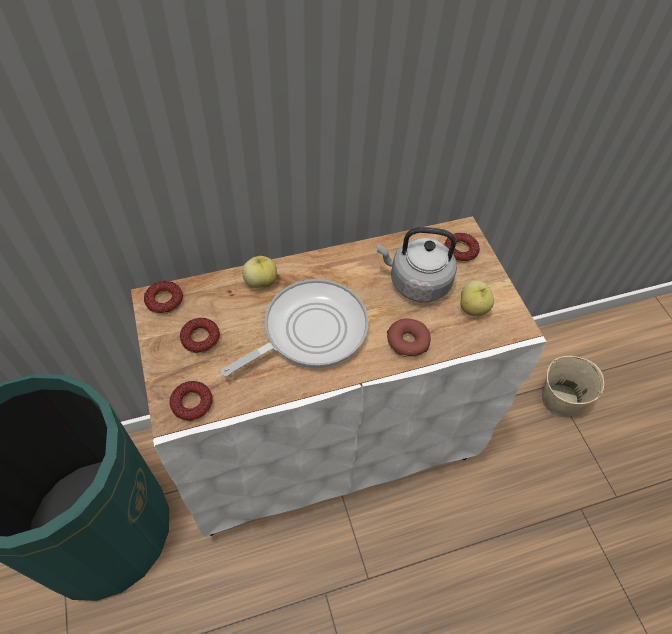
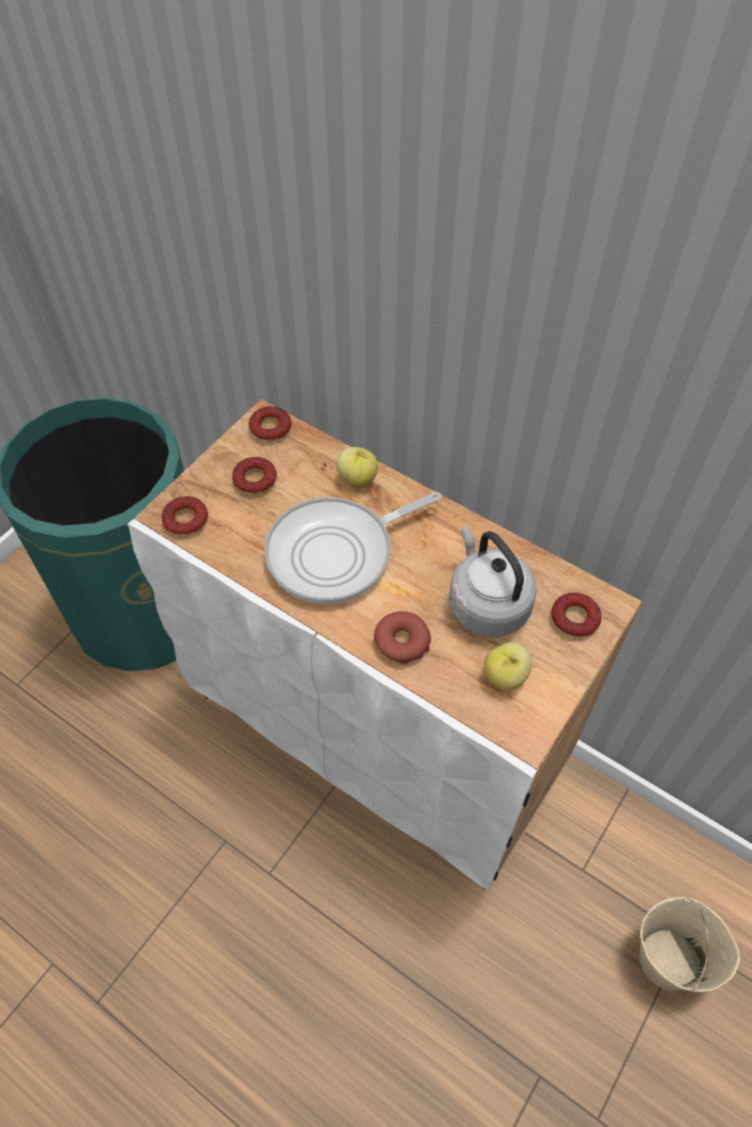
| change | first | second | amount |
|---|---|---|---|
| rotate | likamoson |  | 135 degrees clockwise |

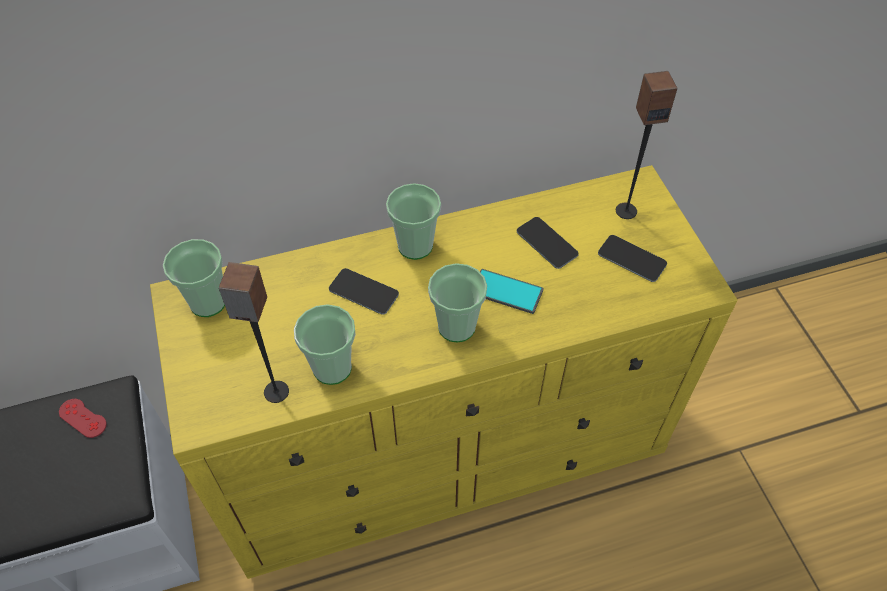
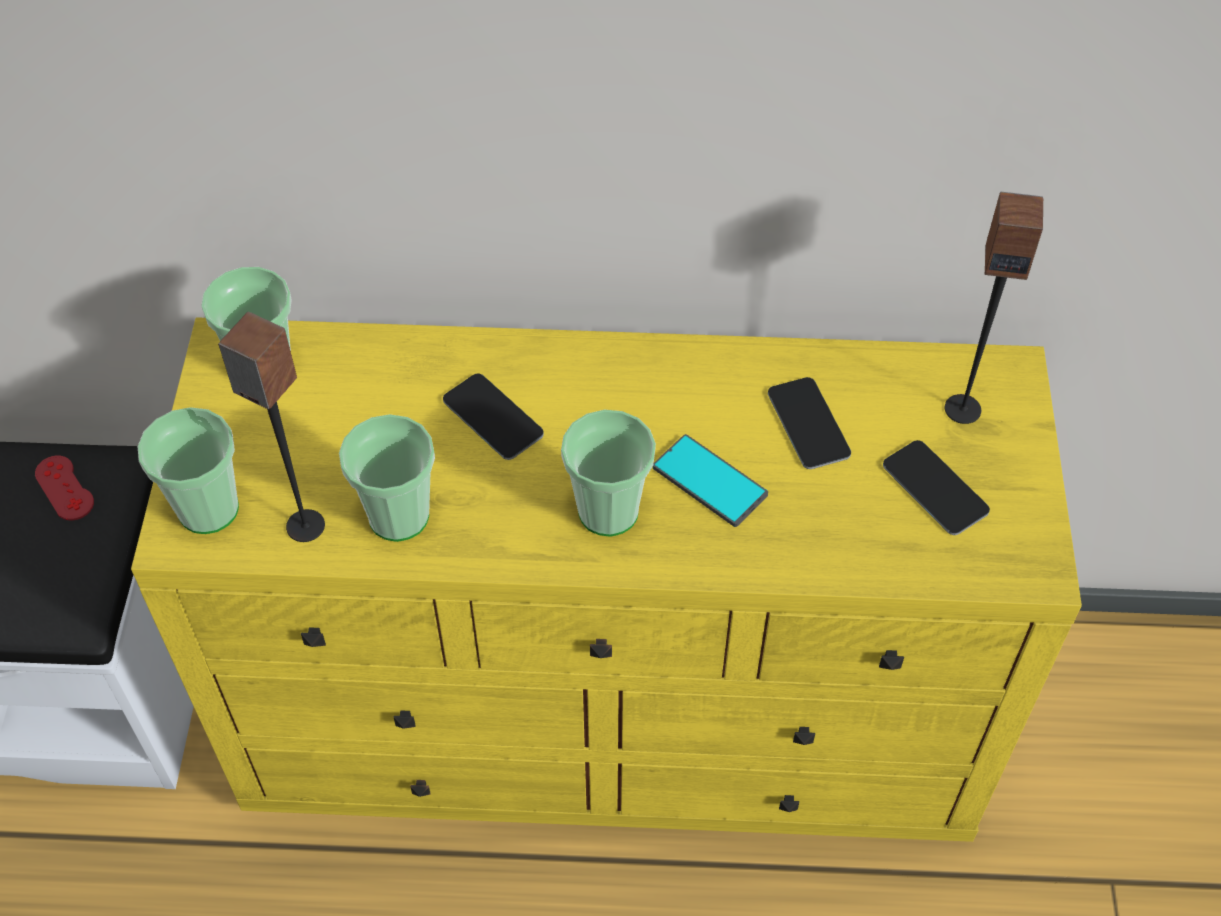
| change | first | second | amount |
|---|---|---|---|
| move | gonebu (3rd from left in the first image) | gonebu (1st from left) |  |

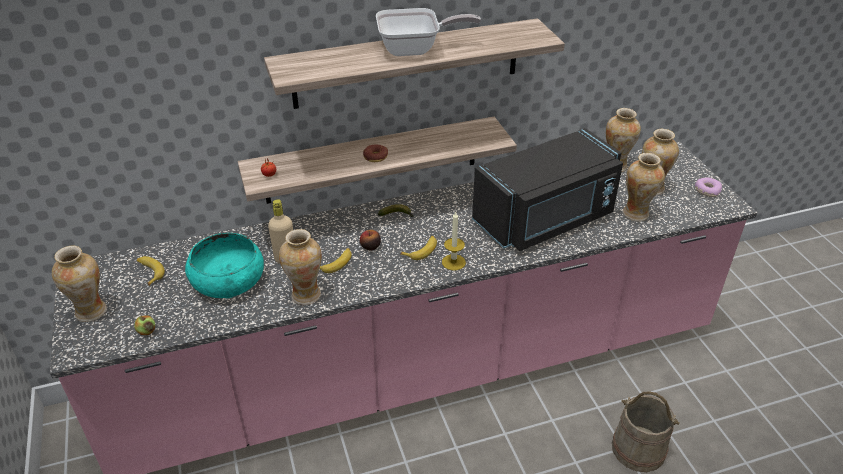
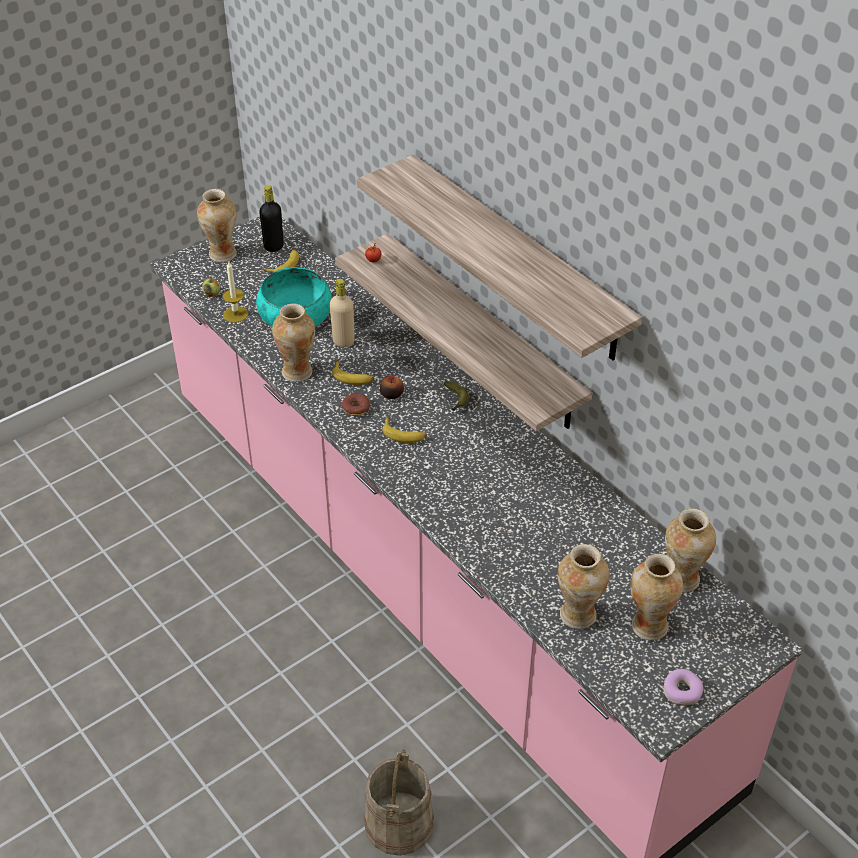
| change | first | second | amount |
|---|---|---|---|
| move | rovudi |  |  |
| insert |  | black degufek |  |
| move | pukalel (1st from left) |  |  |
| delete | likamoson |  |  |
| delete | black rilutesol |  |  |

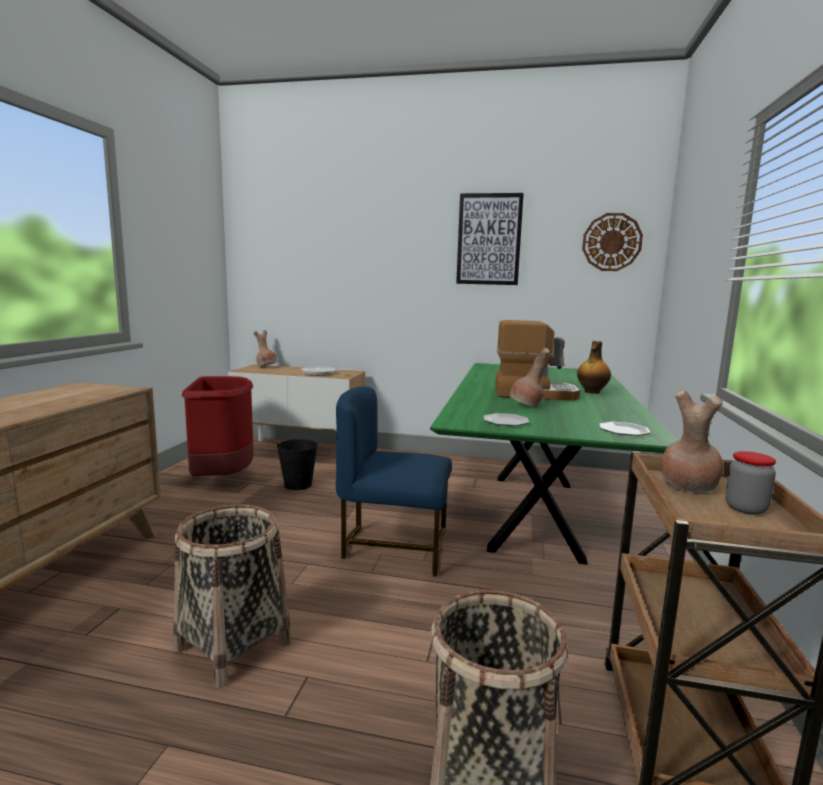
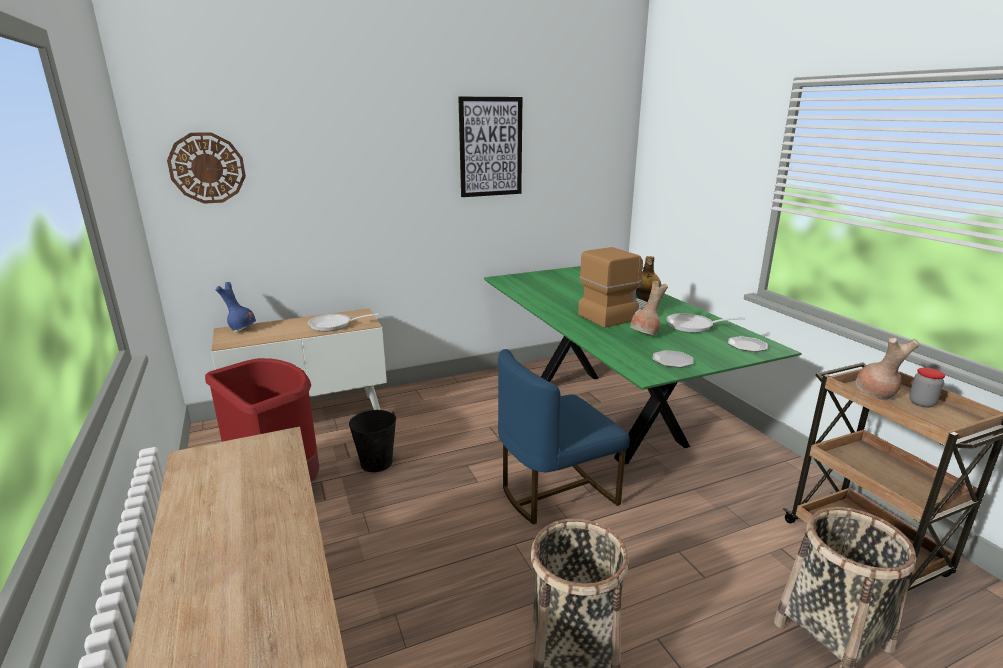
| change | first | second | amount |
|---|---|---|---|
| move | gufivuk |  |  |
| recolor | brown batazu (1st from left) | blue batazu |  |
| insert |  | likamoson (2nd from left) |  |

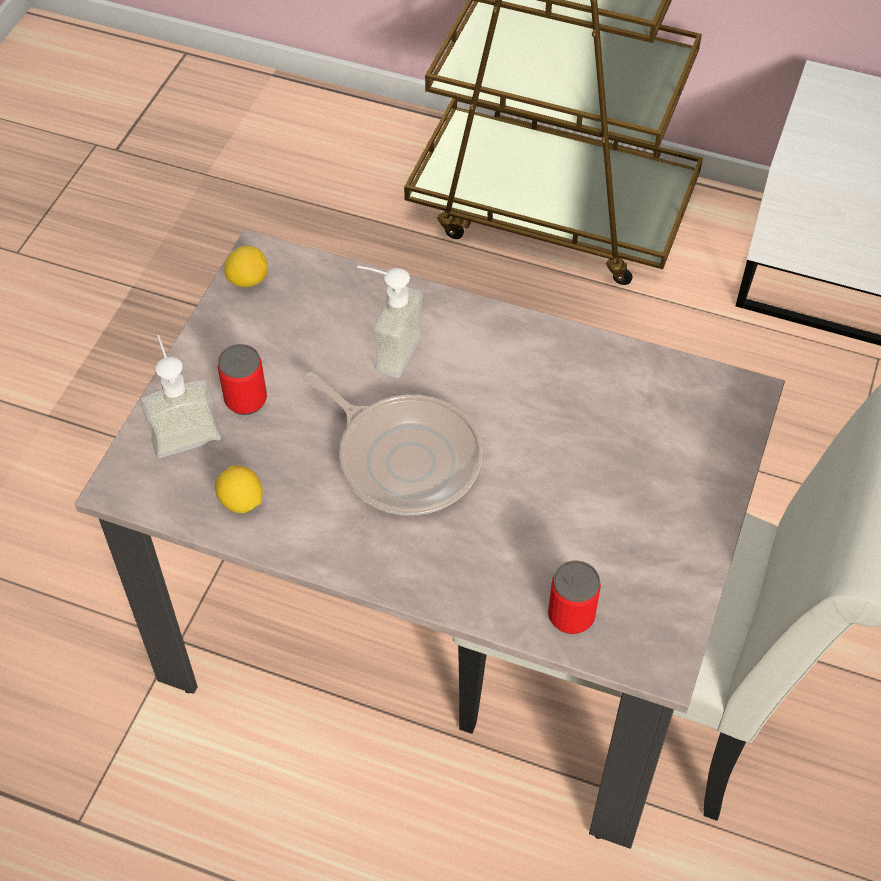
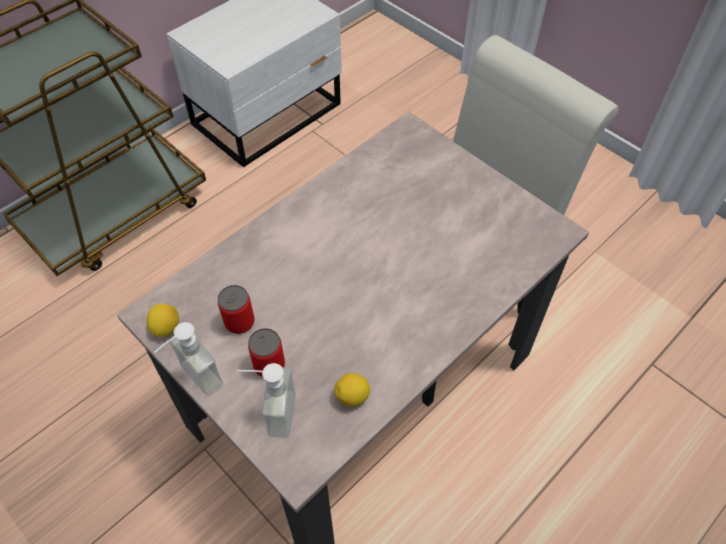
| change | first | second | amount |
|---|---|---|---|
| move | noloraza (2nd from left in the first image) | noloraza (1st from left) |  |
| move | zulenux (2nd from left in the first image) | zulenux (1st from left) |  |
| delete | likamoson |  |  |

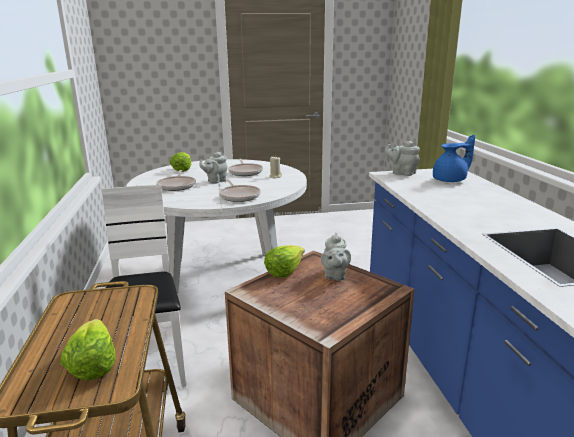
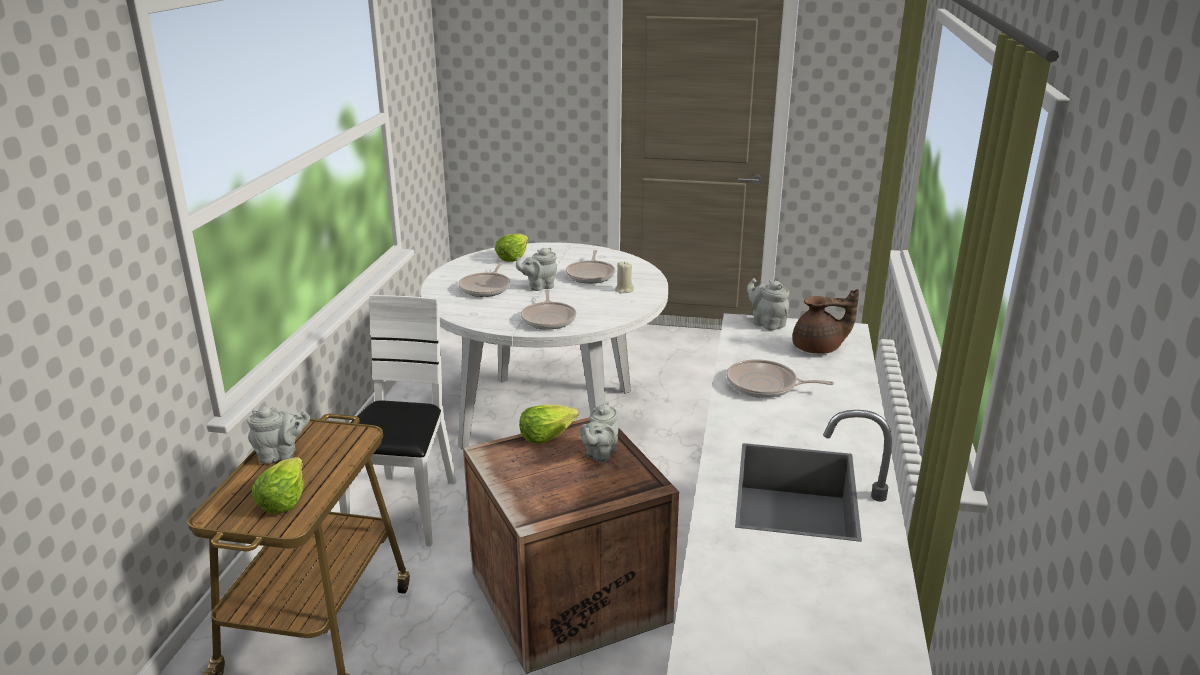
| change | first | second | amount |
|---|---|---|---|
| insert |  | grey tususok (1st from left) |  |
| insert |  | likamoson (4th from left) |  |
| recolor | blue tususok | brown tususok |  |

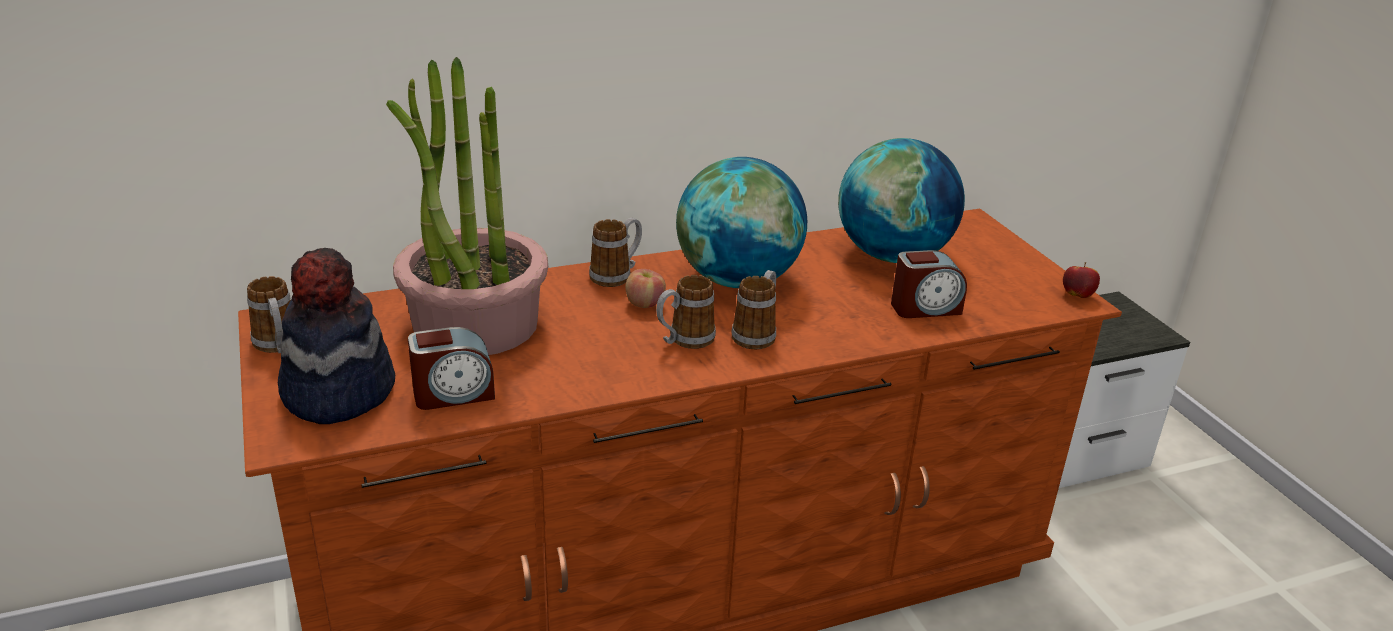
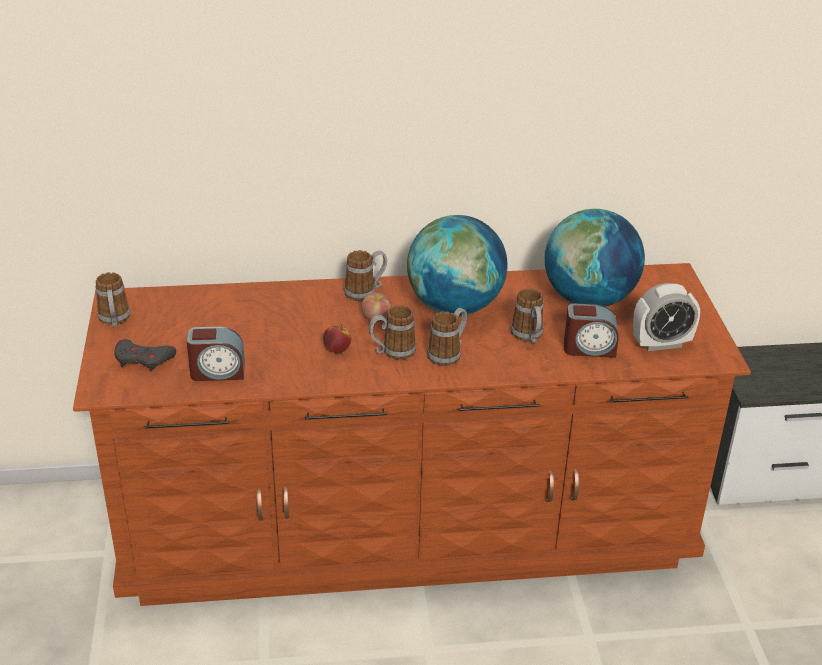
| change | first | second | amount |
|---|---|---|---|
| replace | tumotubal | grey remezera |  |
| move | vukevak (2nd from left in the first image) | vukevak (1st from left) |  |
| insert |  | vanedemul (5th from left) |  |
| insert |  | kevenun (3rd from left) |  |
| delete | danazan |  |  |

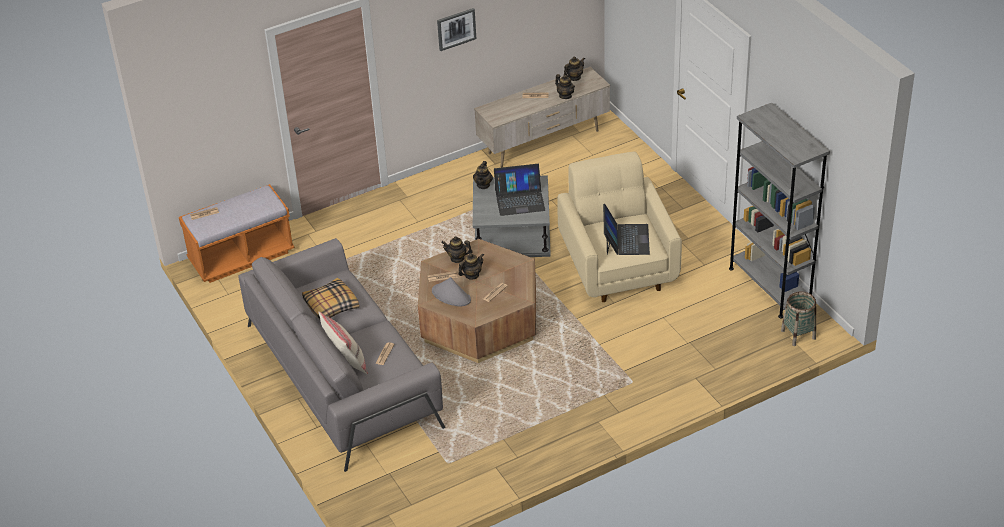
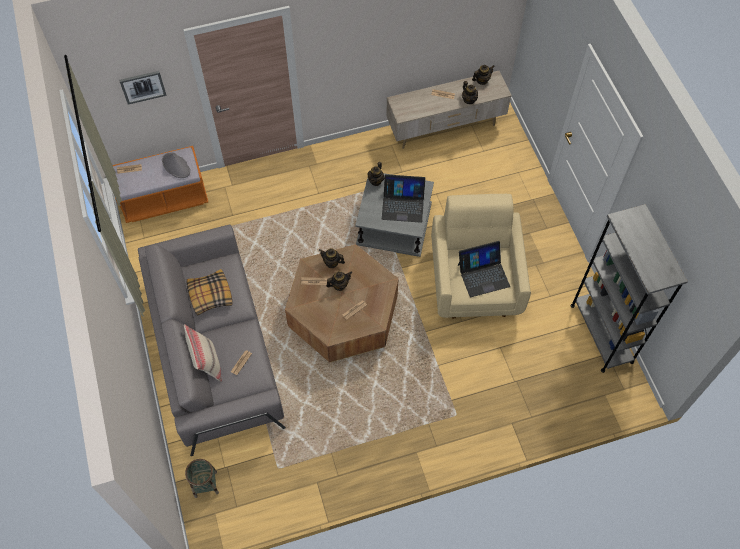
| change | first | second | amount |
|---|---|---|---|
| move | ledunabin |  |  |
| move | grey tumotubal |  |  |
| move | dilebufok |  |  |
| rotate | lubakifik (2nd from left) |  | 60 degrees clockwise |

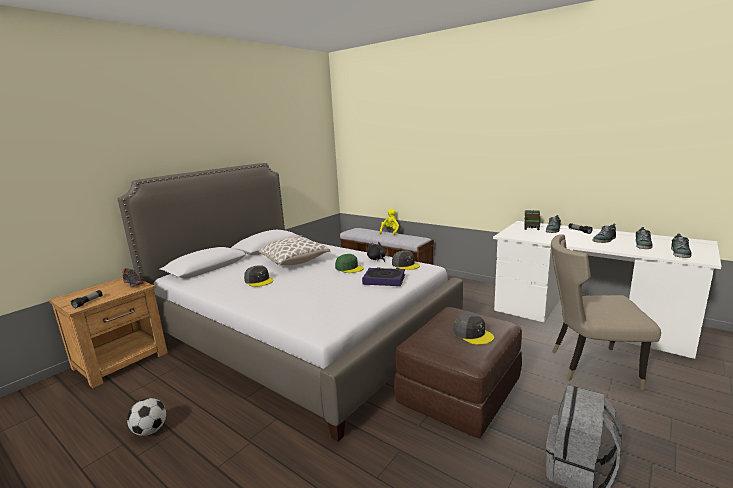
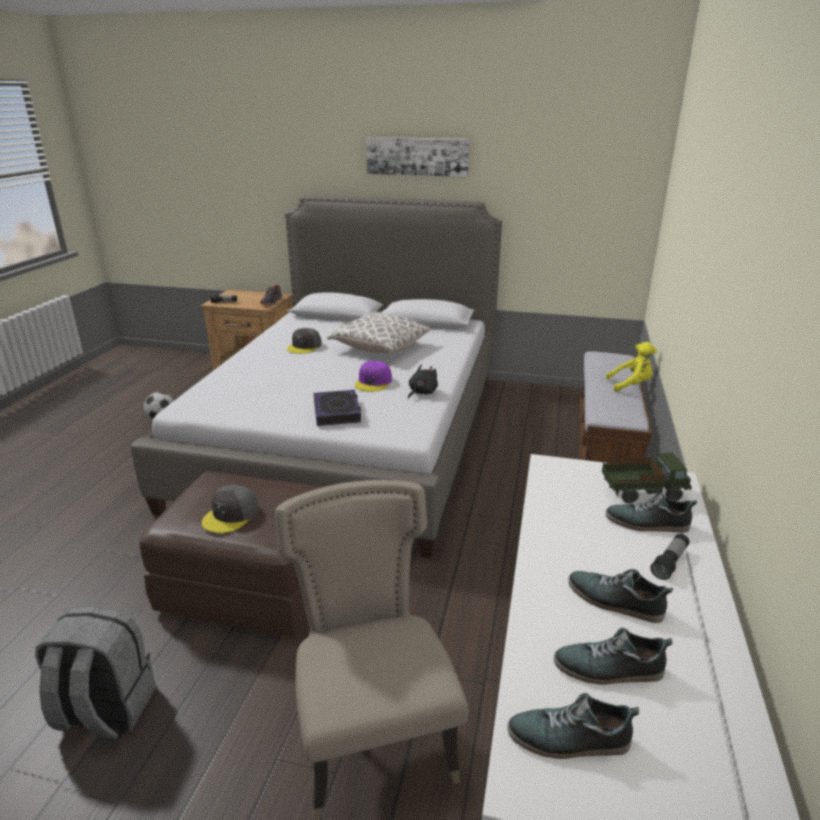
| change | first | second | amount |
|---|---|---|---|
| recolor | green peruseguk | purple peruseguk |  |
| insert |  | ledunabin |  |
| delete | grey peruseguk (2nd from left) |  |  |

